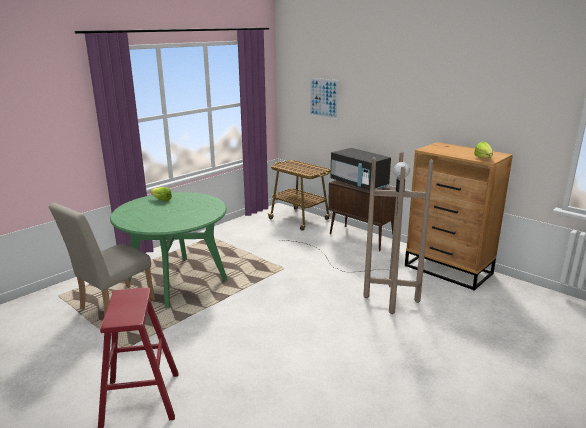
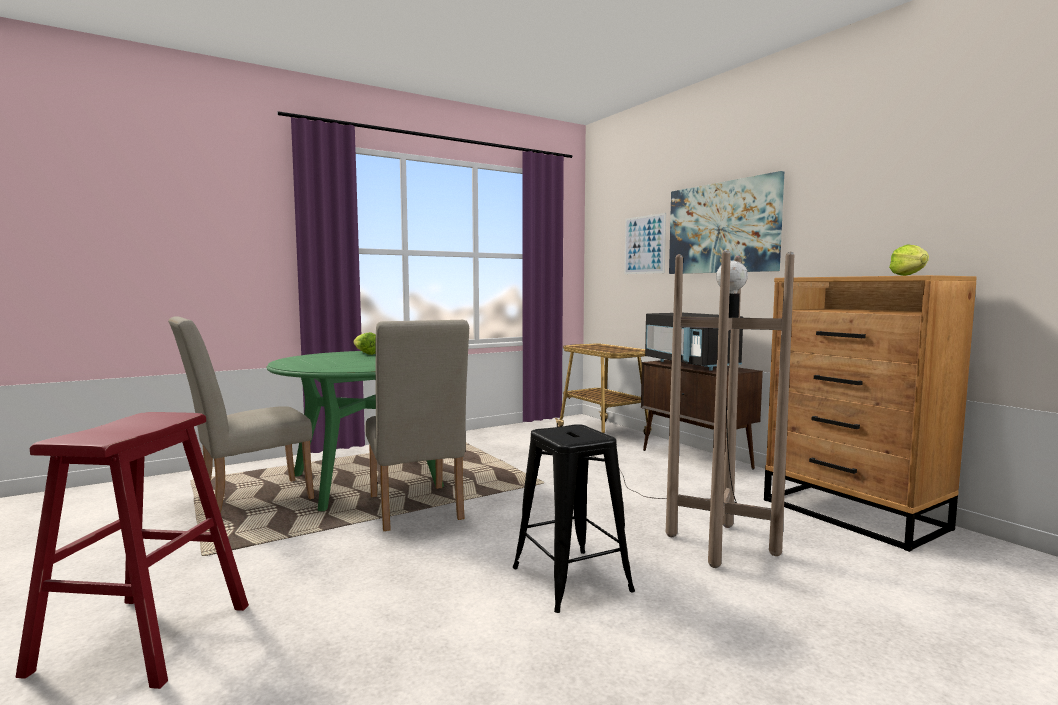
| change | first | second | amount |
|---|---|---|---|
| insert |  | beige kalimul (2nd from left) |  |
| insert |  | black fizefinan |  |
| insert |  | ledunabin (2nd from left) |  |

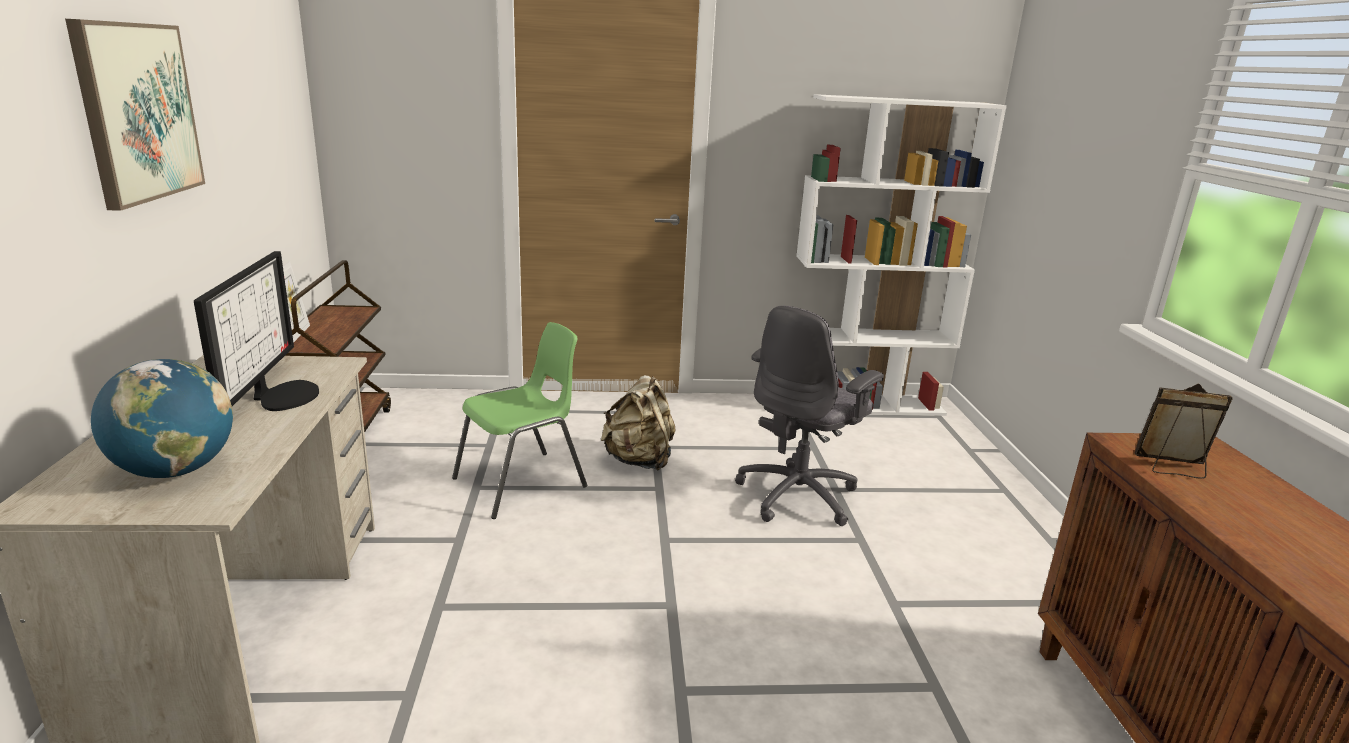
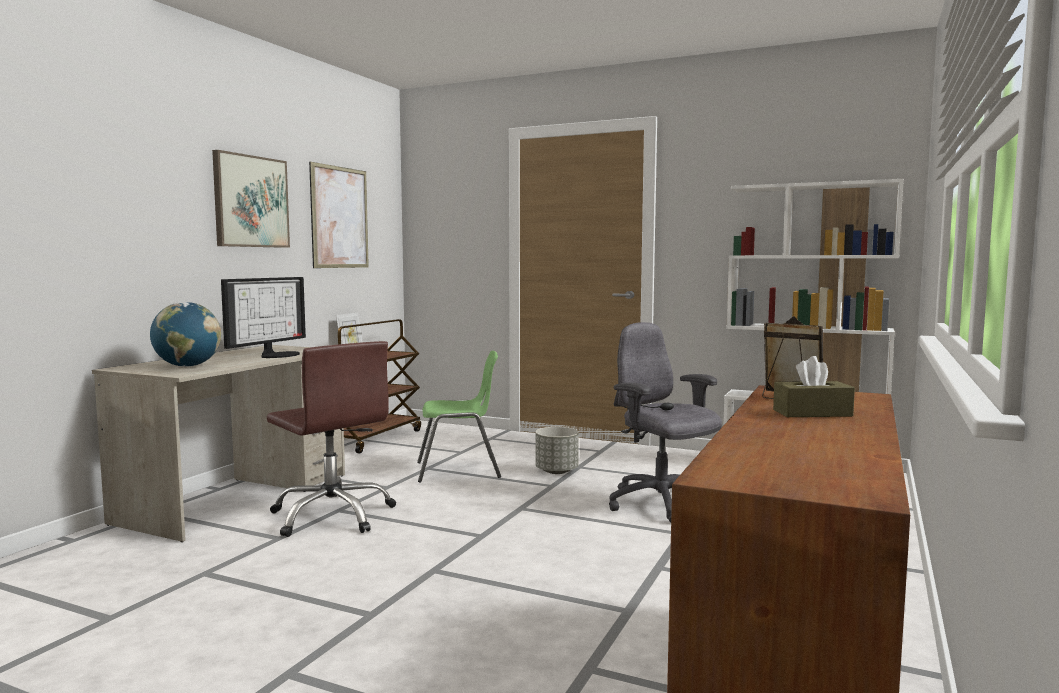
| change | first | second | amount |
|---|---|---|---|
| insert |  | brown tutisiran |  |
| insert |  | ledunabin (2nd from left) |  |
| replace | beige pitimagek | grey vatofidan |  |
| rotate | grey tutisiran |  | 75 degrees clockwise |
| insert |  | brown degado |  |

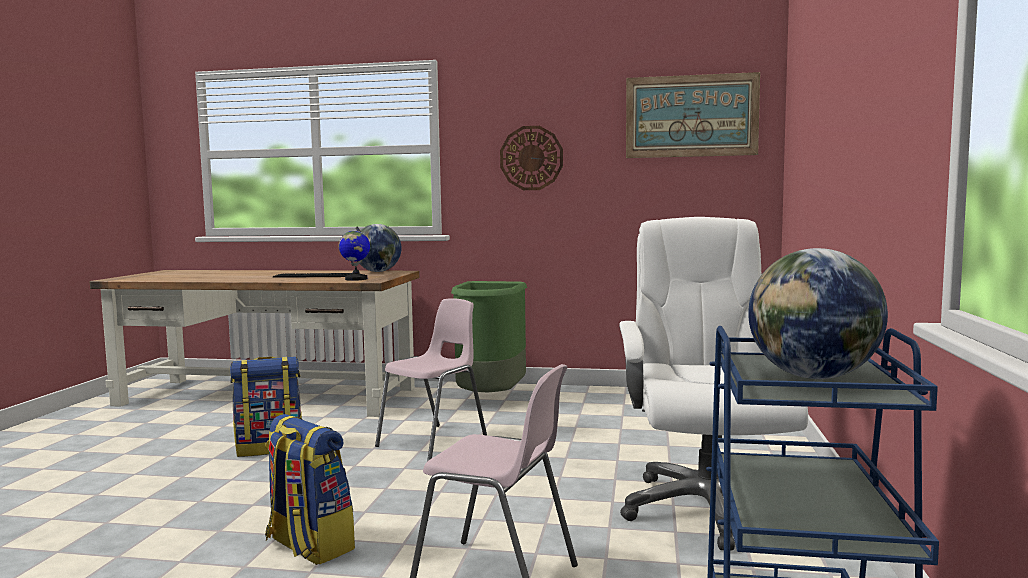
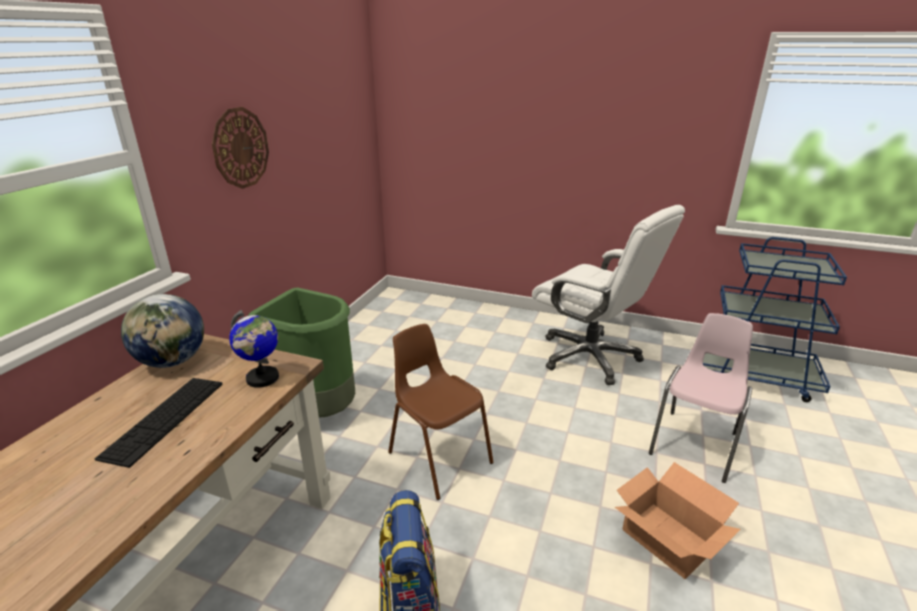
| change | first | second | amount |
|---|---|---|---|
| recolor | pink kalimul (1st from left) | brown kalimul |  |
| rotate | white tutisiran |  | 150 degrees counterclockwise |
| replace | pitimagek (2nd from left) | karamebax |  |
| delete | ledunabin |  |  |
| delete | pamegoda (3rd from left) |  |  |

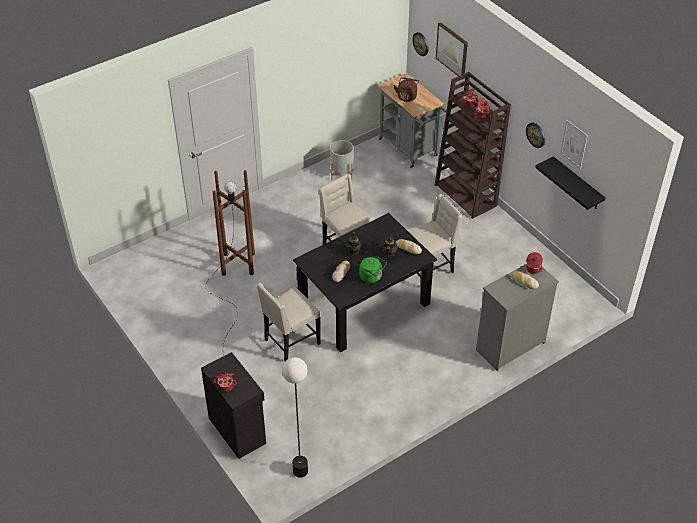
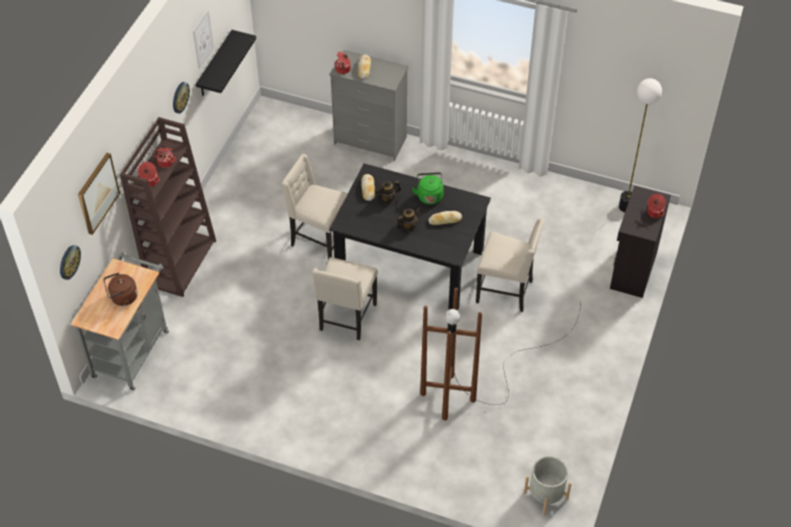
| change | first | second | amount |
|---|---|---|---|
| move | grey vatofidan |  |  |

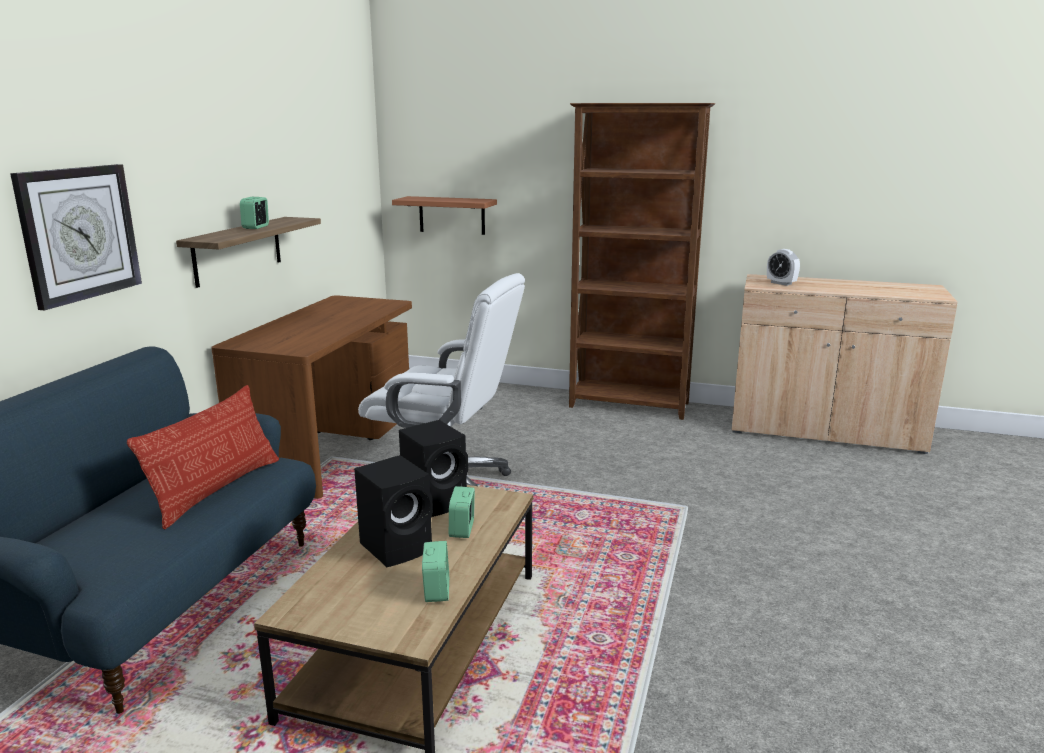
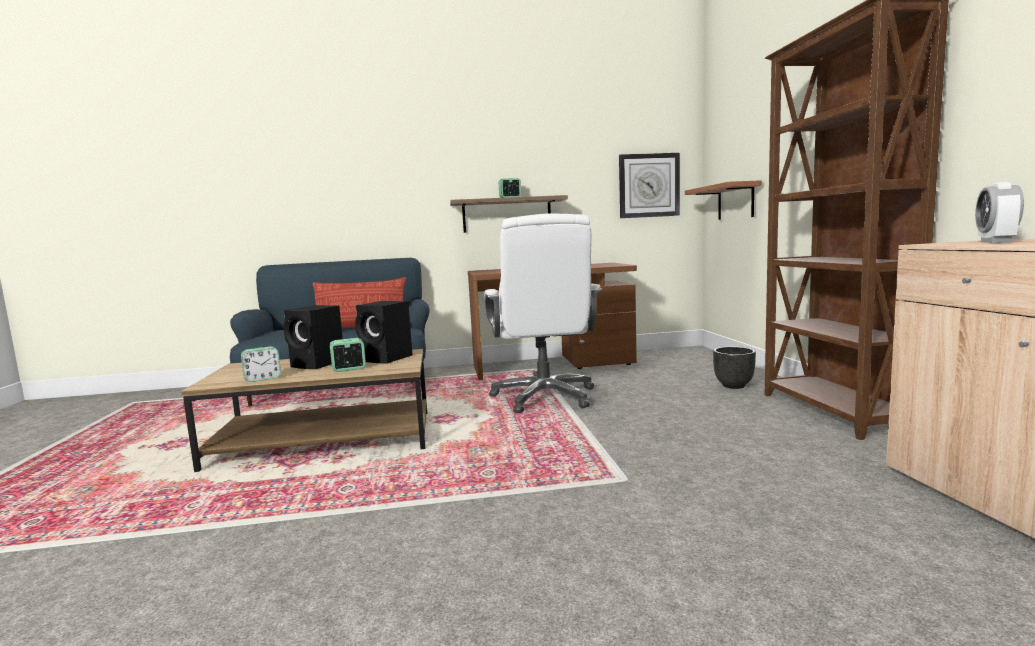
| change | first | second | amount |
|---|---|---|---|
| move | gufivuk |  |  |
| insert |  | black vatofidan |  |

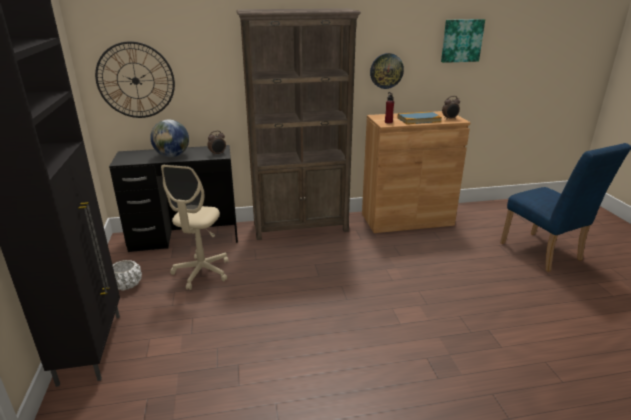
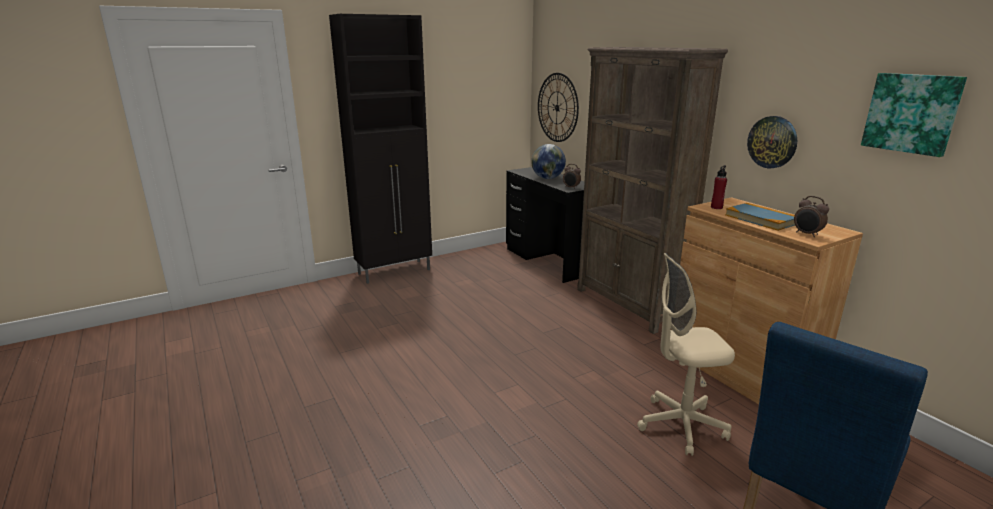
| change | first | second | amount |
|---|---|---|---|
| move | beige tutisiran |  |  |
| delete | white vatofidan |  |  |

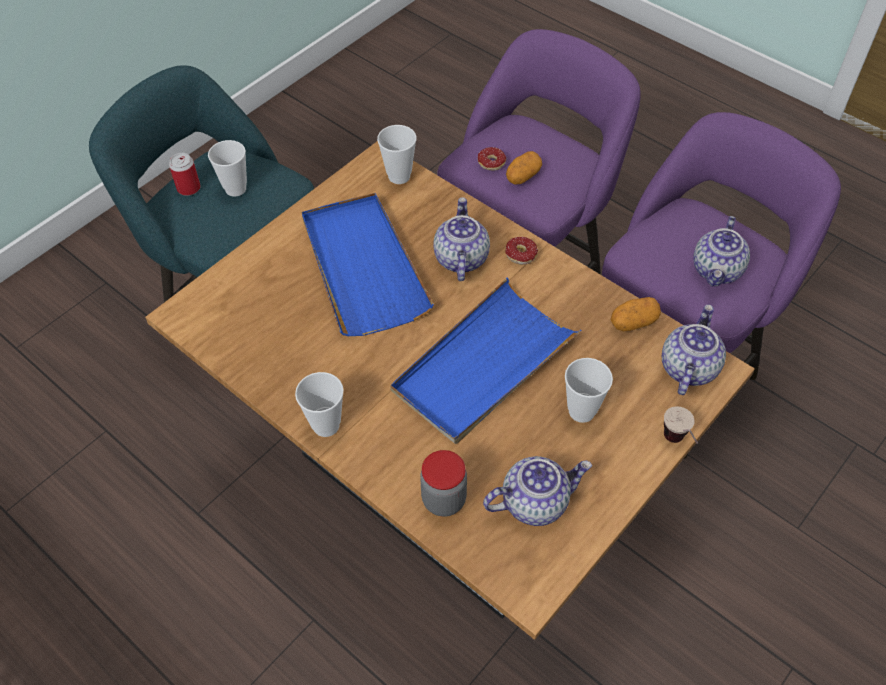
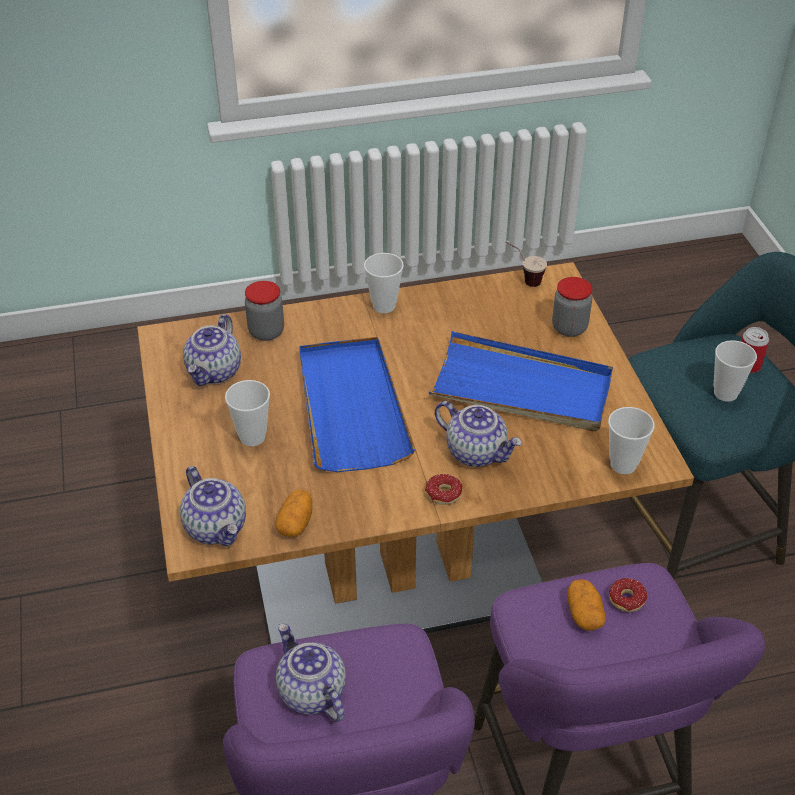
| change | first | second | amount |
|---|---|---|---|
| move | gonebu (5th from left in the first image) | gonebu (3rd from left) |  |
| insert |  | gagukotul (2nd from left) |  |

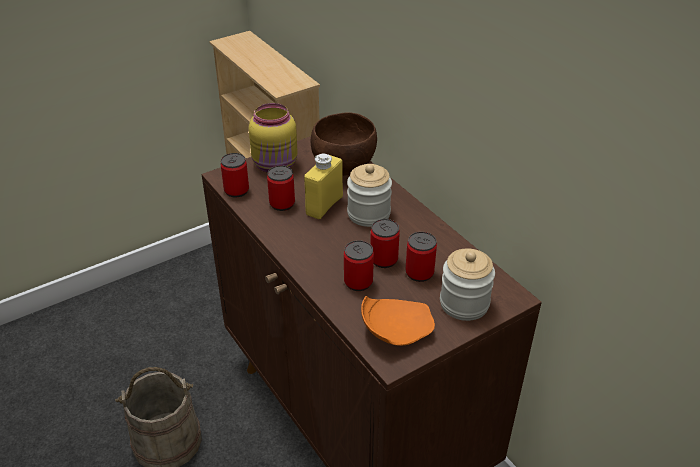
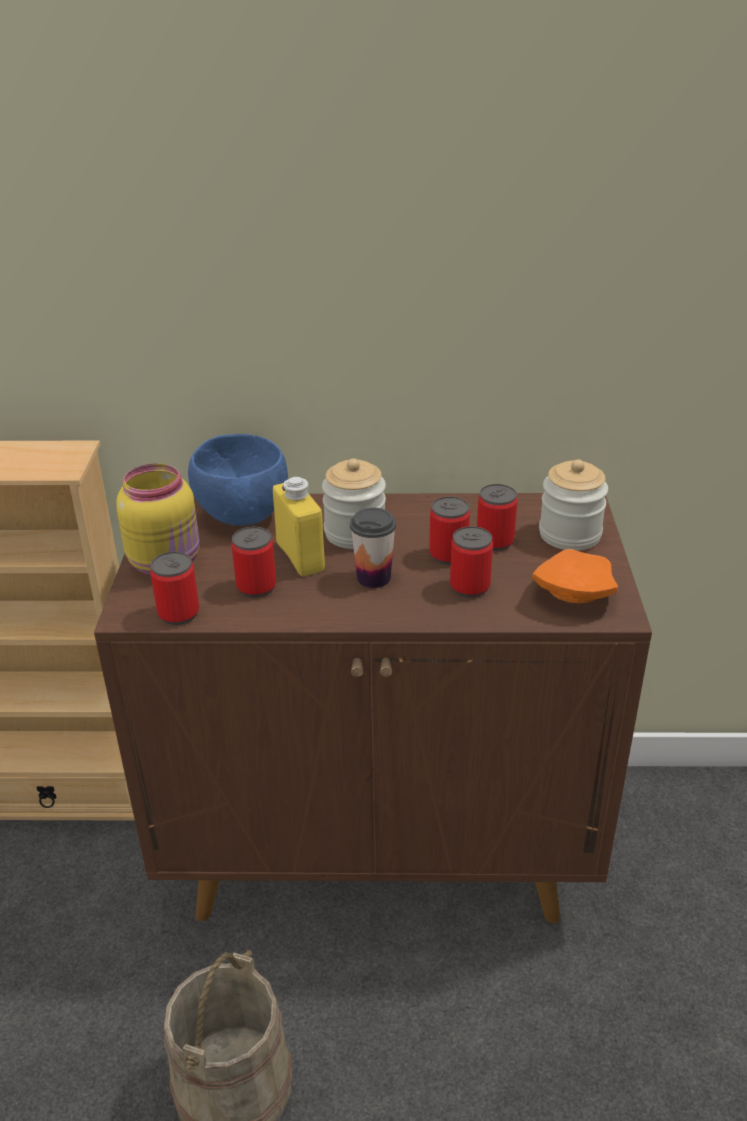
| change | first | second | amount |
|---|---|---|---|
| recolor | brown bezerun | blue bezerun |  |
| insert |  | gonebu |  |

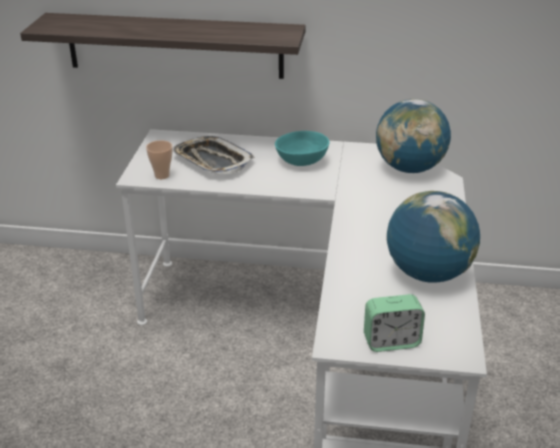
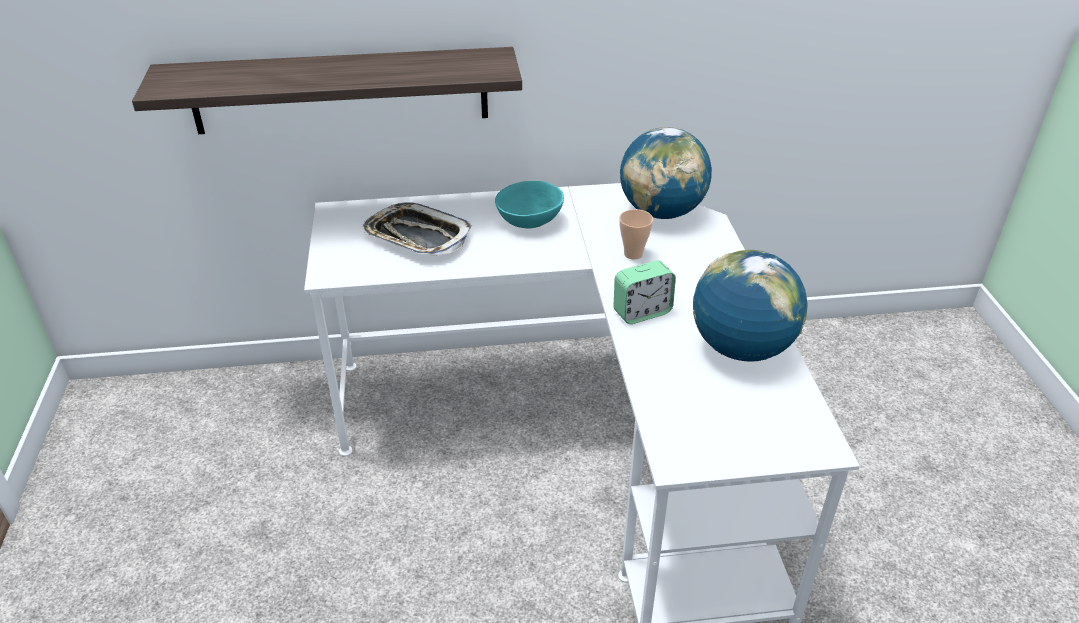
| change | first | second | amount |
|---|---|---|---|
| move | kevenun |  |  |
| move | gonebu |  |  |

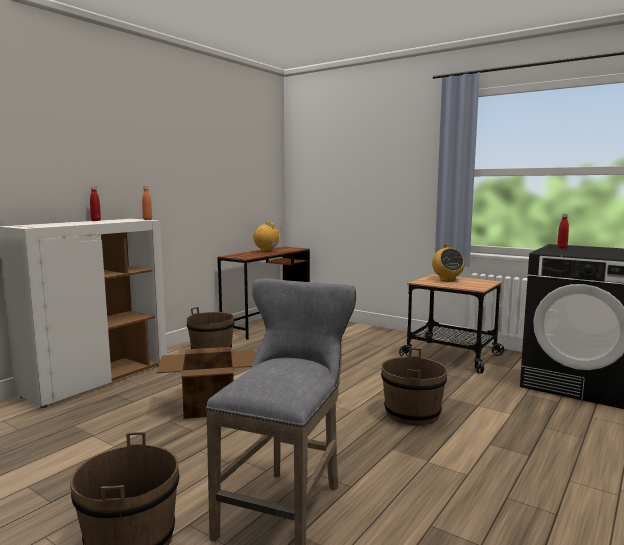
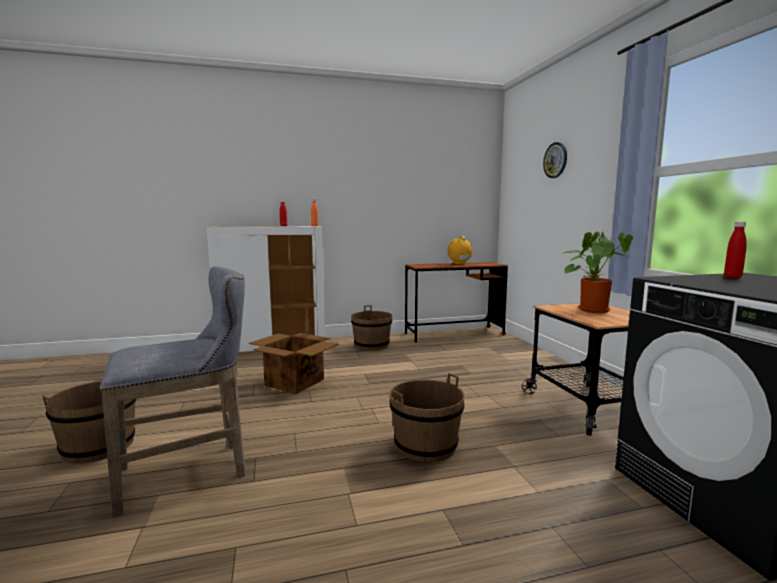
| change | first | second | amount |
|---|---|---|---|
| insert |  | gufivuk |  |
| replace | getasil (2nd from left) | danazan |  |

